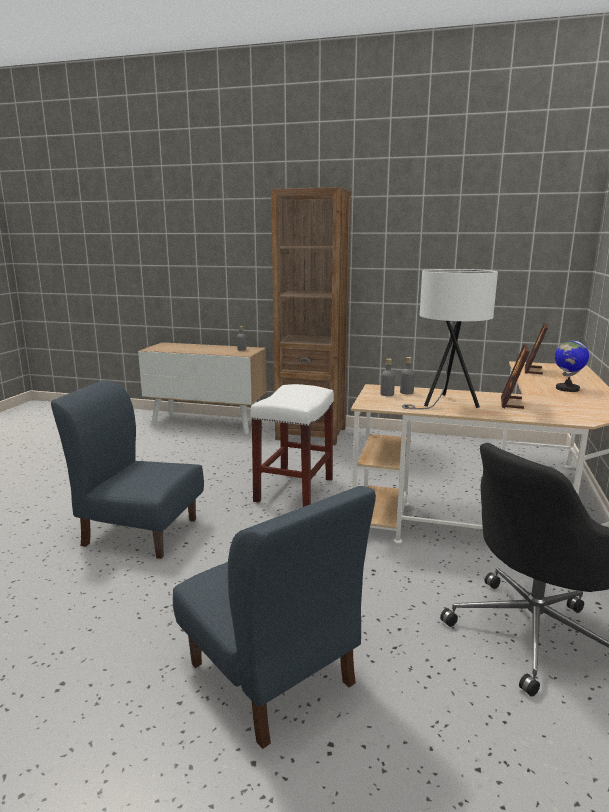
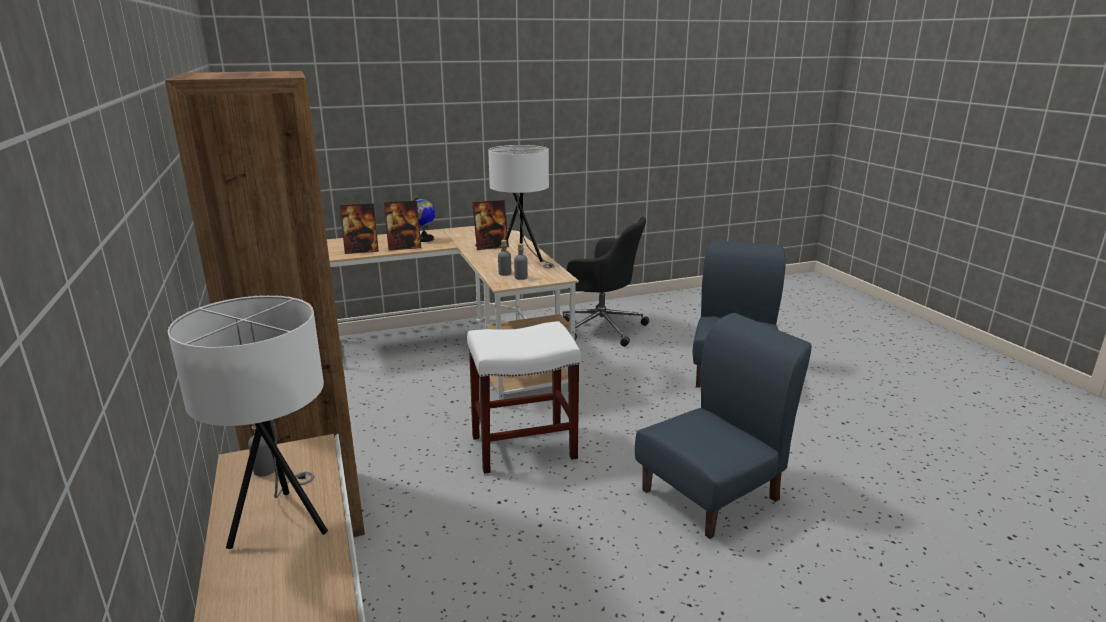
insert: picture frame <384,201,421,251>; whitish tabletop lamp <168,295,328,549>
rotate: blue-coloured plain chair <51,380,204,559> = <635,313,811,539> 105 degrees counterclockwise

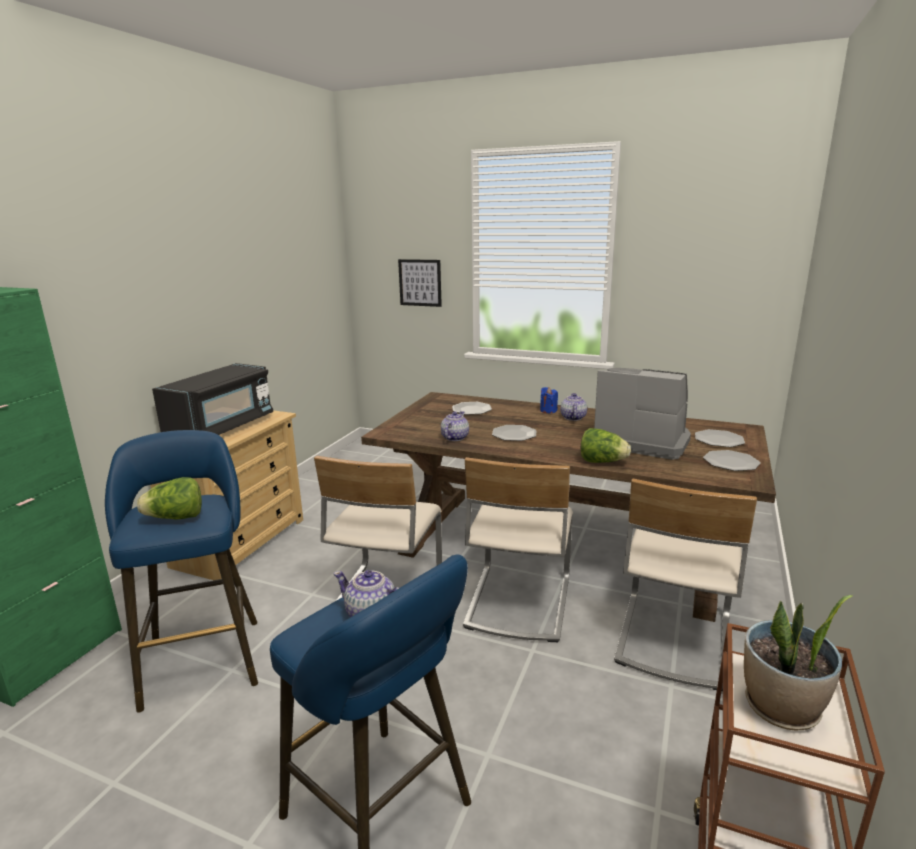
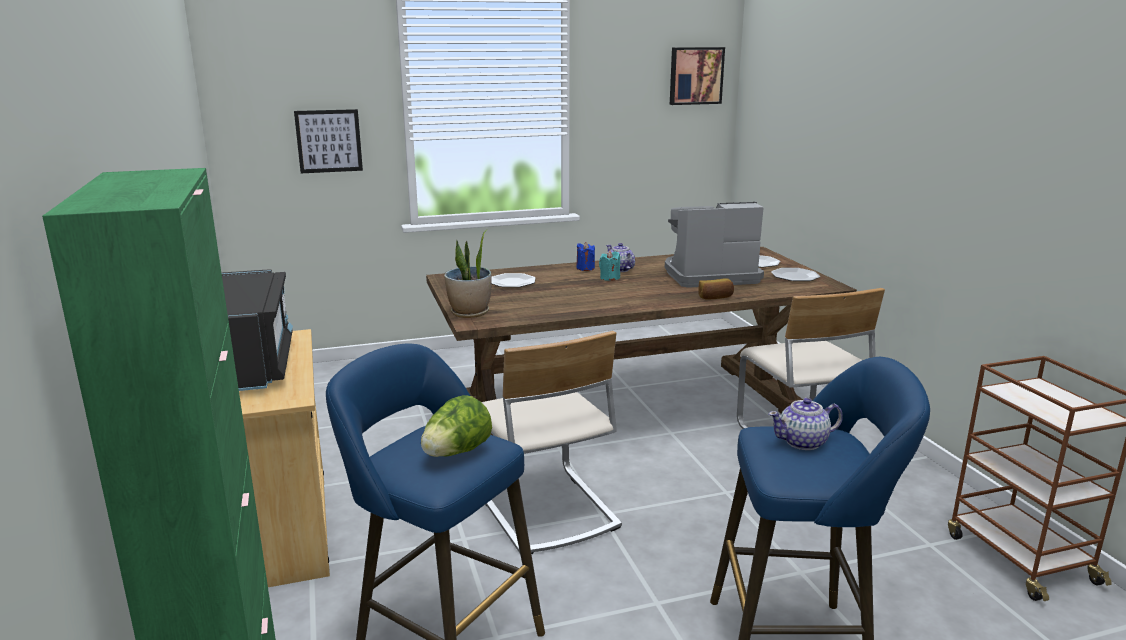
delete: tea pot <441,411,469,441>; flat dish <492,425,537,441>; beige-coloured plain chair <463,457,573,642>
insert: picture <670,47,725,105>; turquoise-coloured candle <599,250,620,281>
move: houseplant <744,595,852,731> to <444,230,492,318>
replace: lettuce <581,428,631,463> to bread <698,278,734,300>

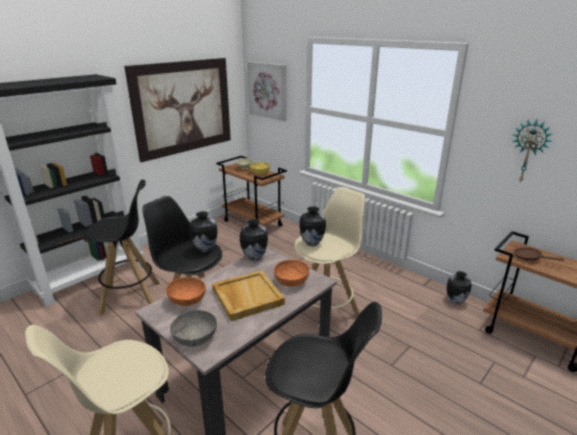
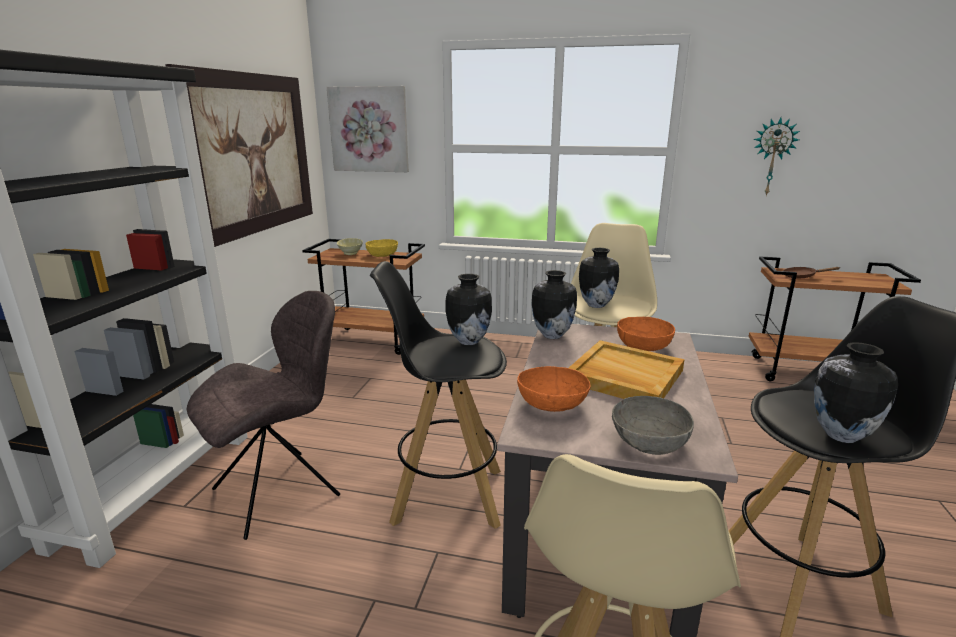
move: flower vase <446,271,472,304> to <814,342,898,443>
replace: black stool <83,180,160,316> to greyish plain chair <187,291,340,540>

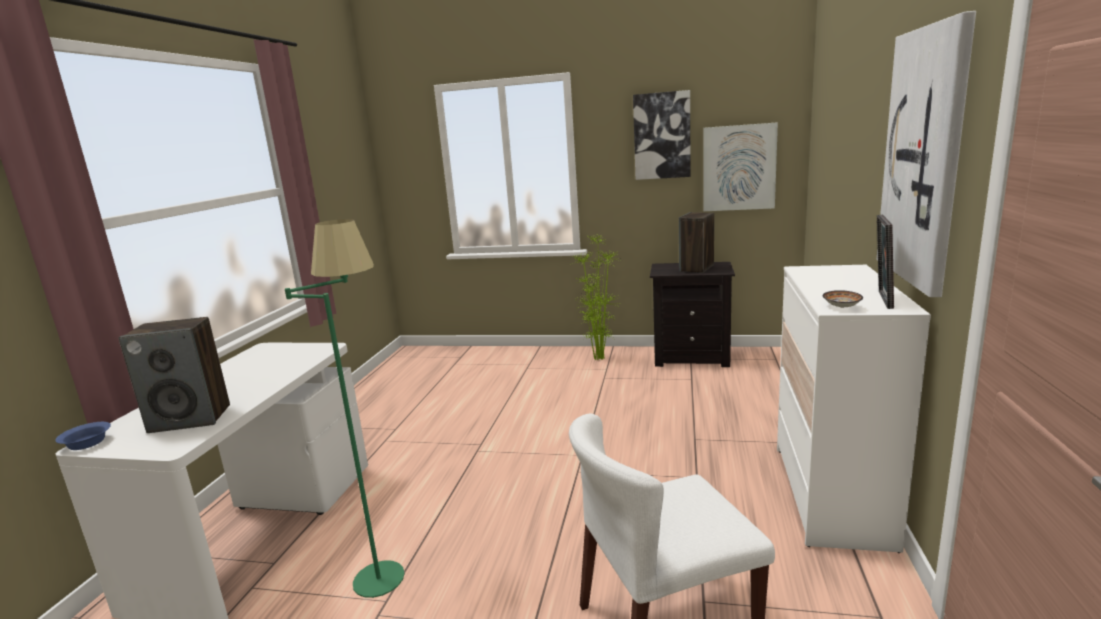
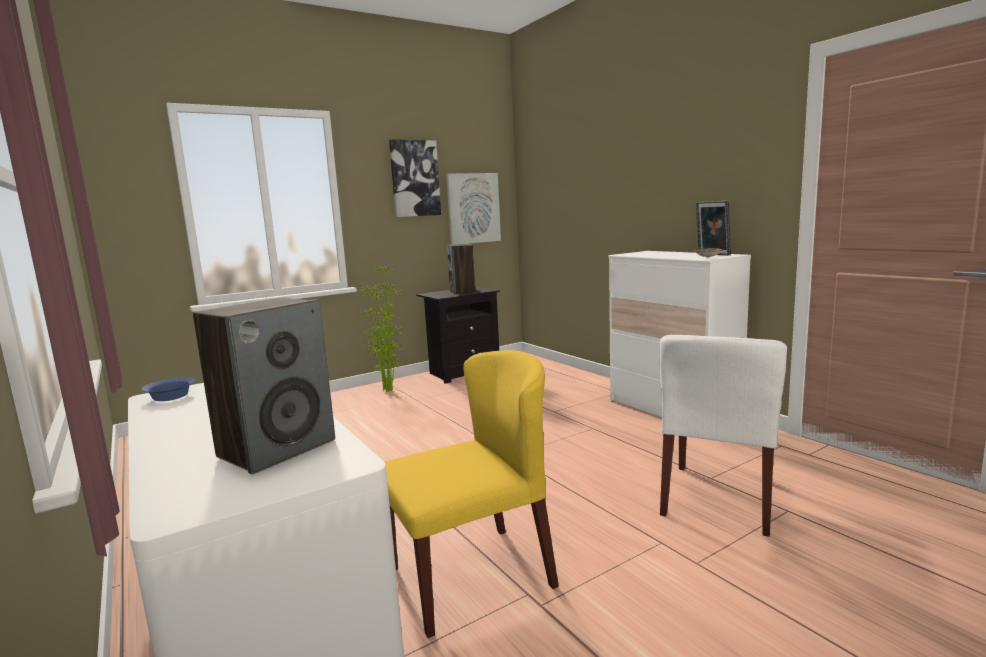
delete: picture <877,11,976,297>
move: blue-coloured bowl <55,422,111,450> to <141,377,195,401>
replace: green-coloured standard lamp <285,219,405,598> to yellowish plain chair <384,350,559,638>

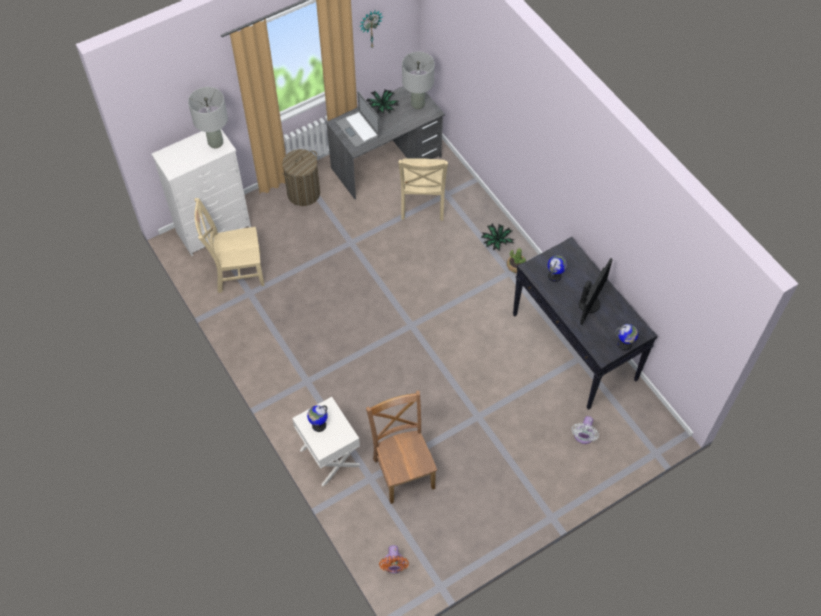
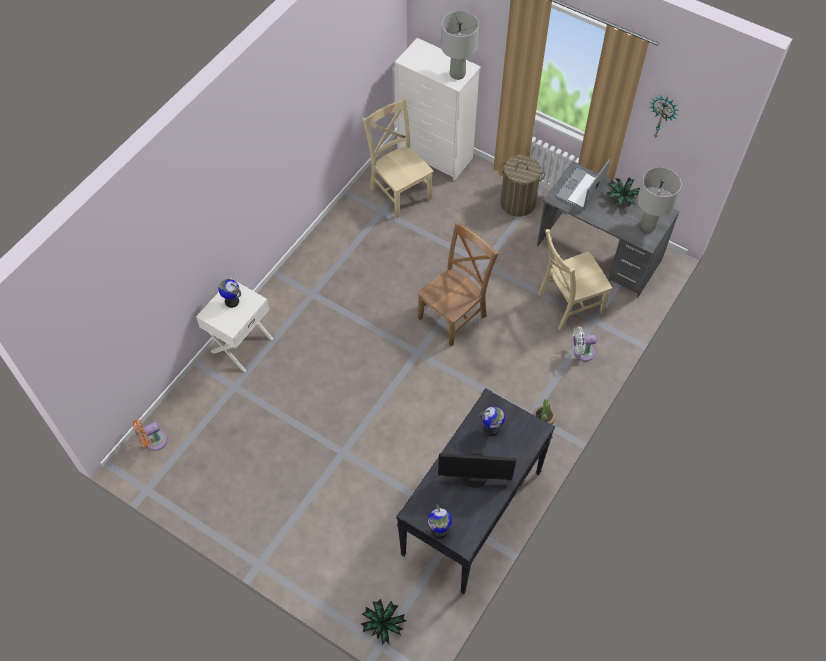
move: houseplant <481,223,515,251> to <361,599,406,645>; brown-coloured plain chair <366,391,437,504> to <417,221,499,347>; whitish cooling fan <571,416,599,444> to <573,326,597,361>

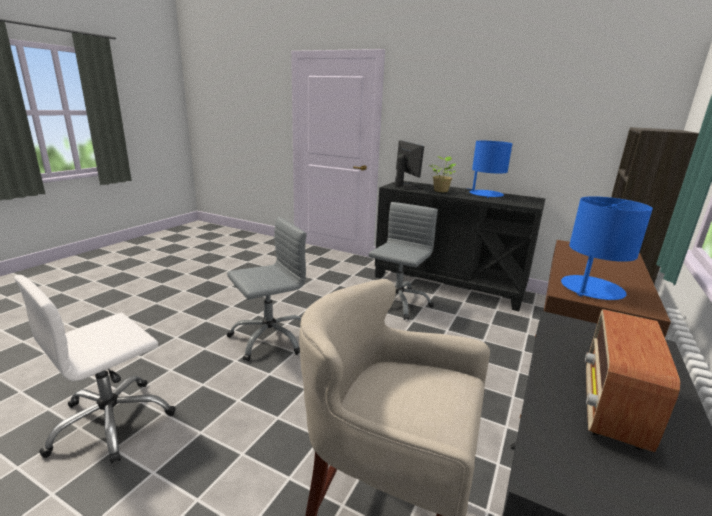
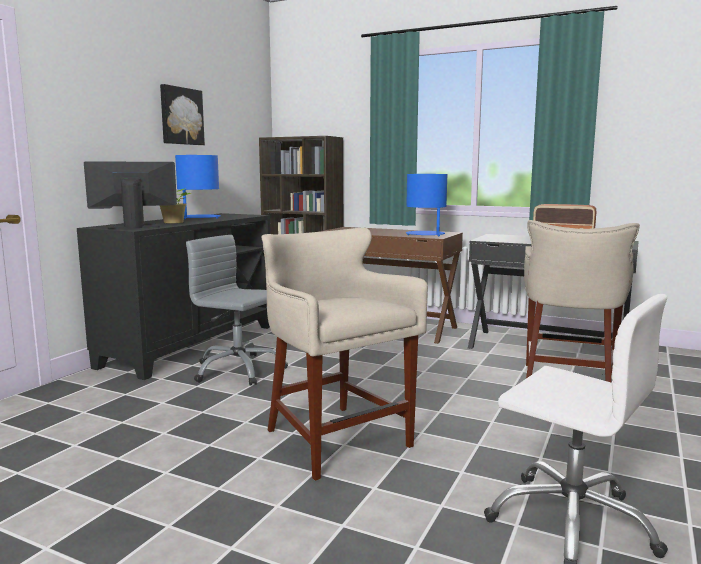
insert: picture <160,84,205,145>
replace: greyish office chair <227,217,307,361> to beige-coloured stool <262,228,428,481>

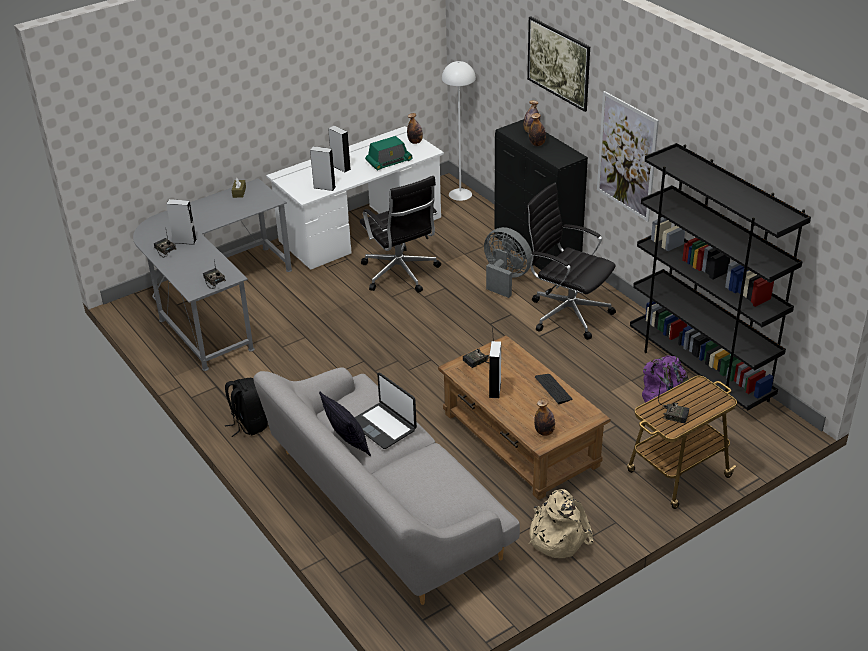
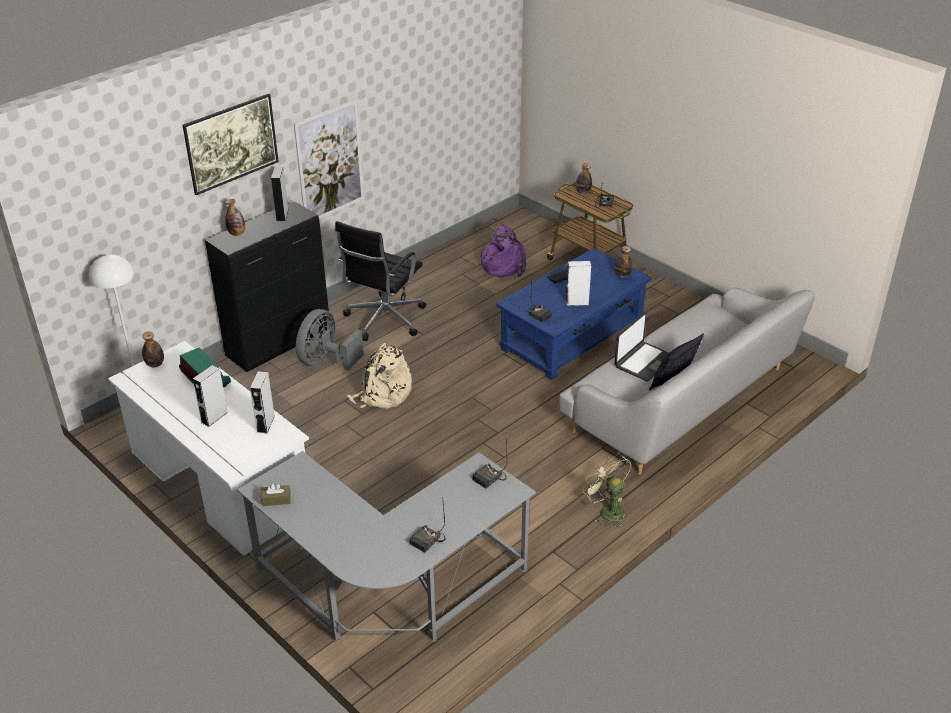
delete: black bookcase <630,143,811,411>; black office chair <360,176,441,293>
move: bottle <529,113,546,146> to <576,163,592,194>; greyish loudspeaker <166,199,197,245> to <271,167,289,221>; beige-coloured backpack <528,489,593,558> to <347,343,412,409>
replace: black backpack <225,378,268,437> to green-coloured cooling fan <583,453,631,528>
recolor: brown-coloured low table <438,335,610,500> to blue-coloured low table <496,248,652,380>

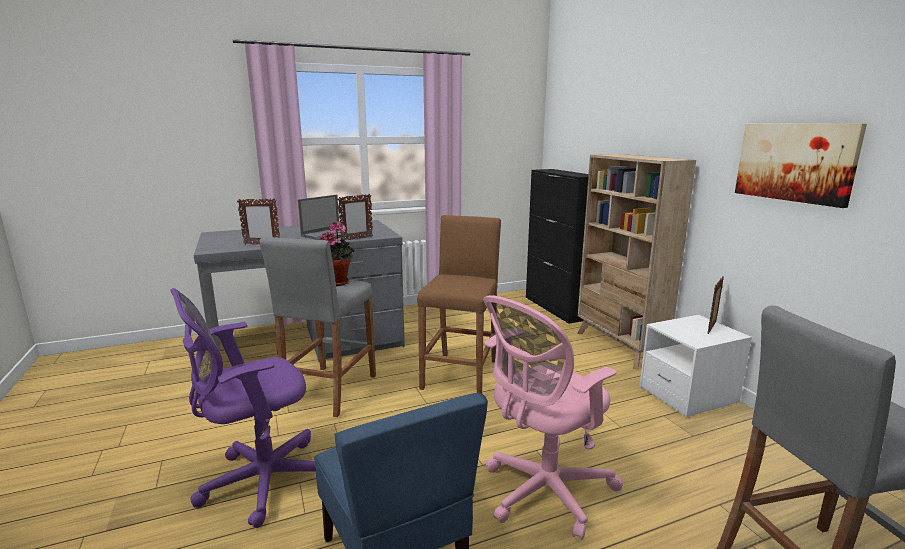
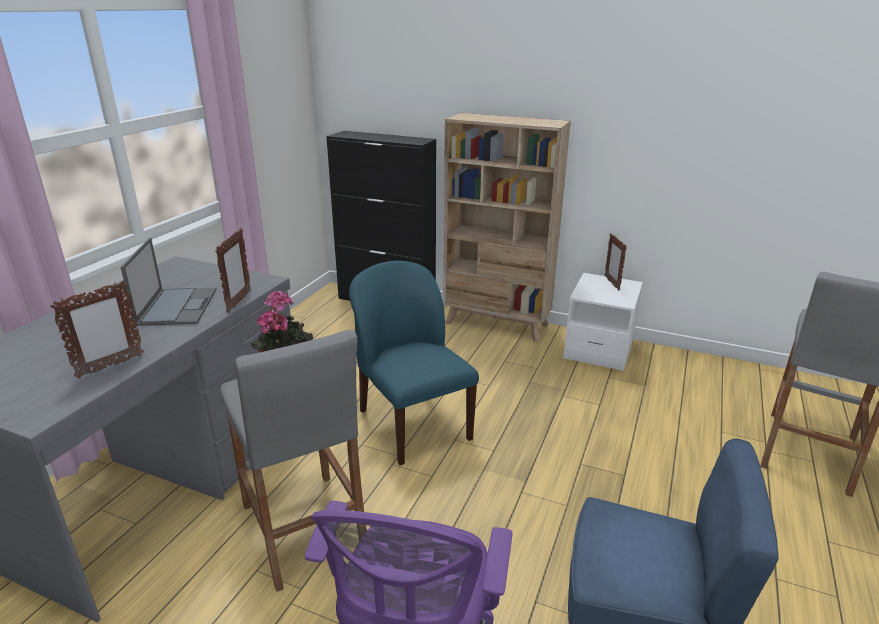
delete: picture <735,124,867,208>; pink office chair <483,295,623,540>
replace: brown-coloured stool <418,215,501,393> to blue-coloured plain chair <349,261,479,465>

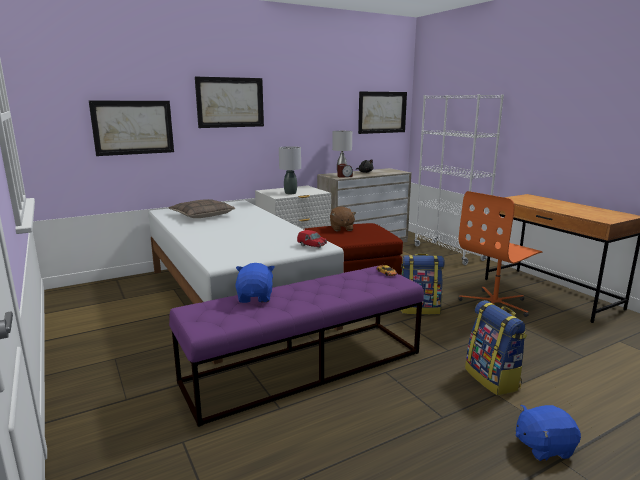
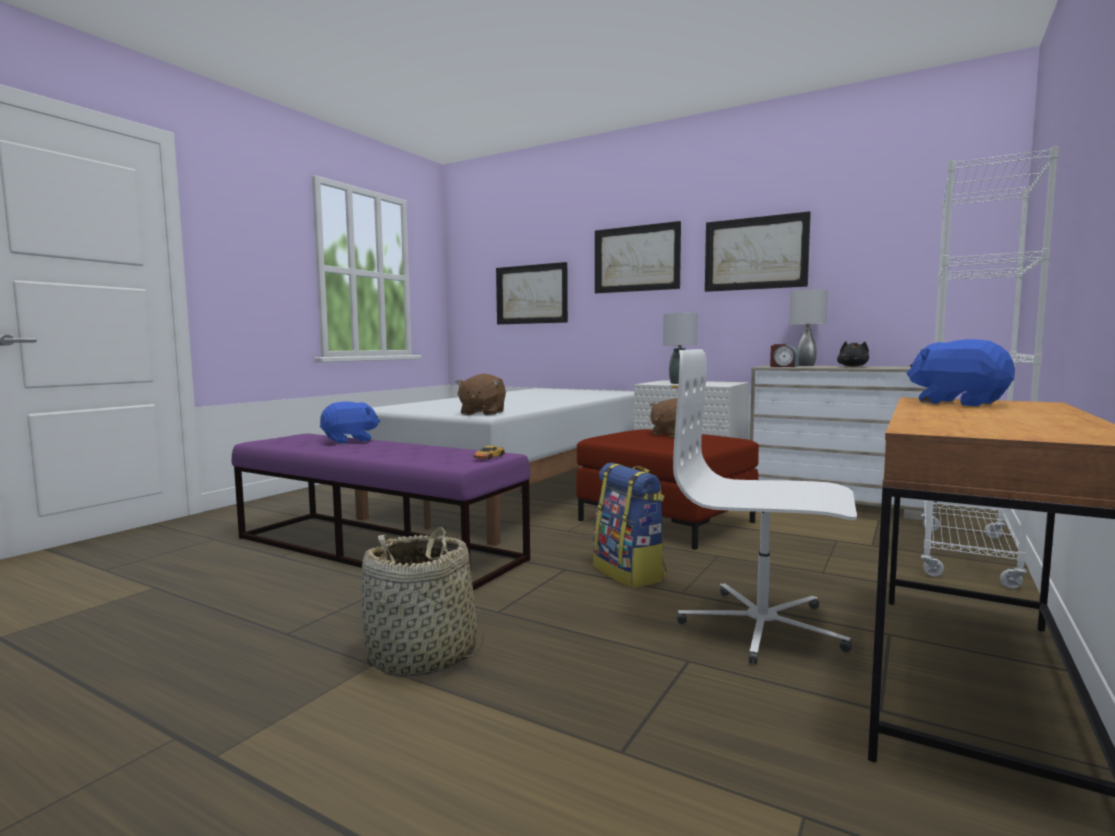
delete: pillow <168,199,235,218>
move: picture <358,91,407,134> to <705,211,811,292>; blue-coloured cuddly toy <516,405,581,461> to <907,339,1015,406>
replace: red toy car <297,230,327,248> to brown-coloured cuddly toy <455,374,506,415>; backpack <465,300,527,396> to storage basket <361,527,484,678>
recolor: orange-coloured office chair <458,191,543,317> to whitish office chair <673,349,857,664>

